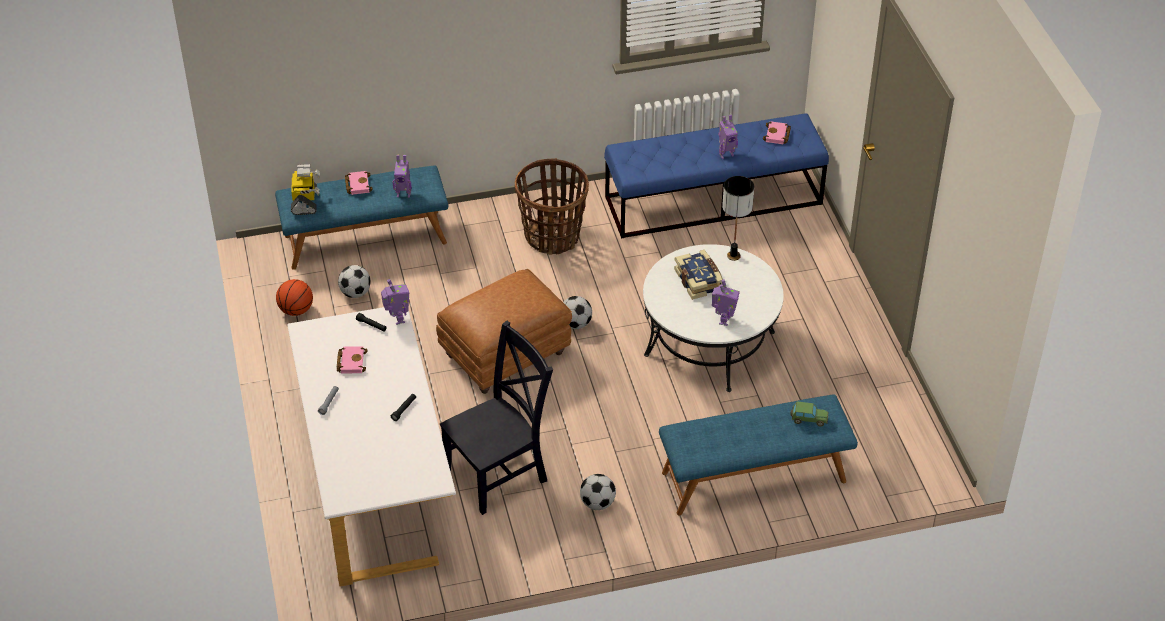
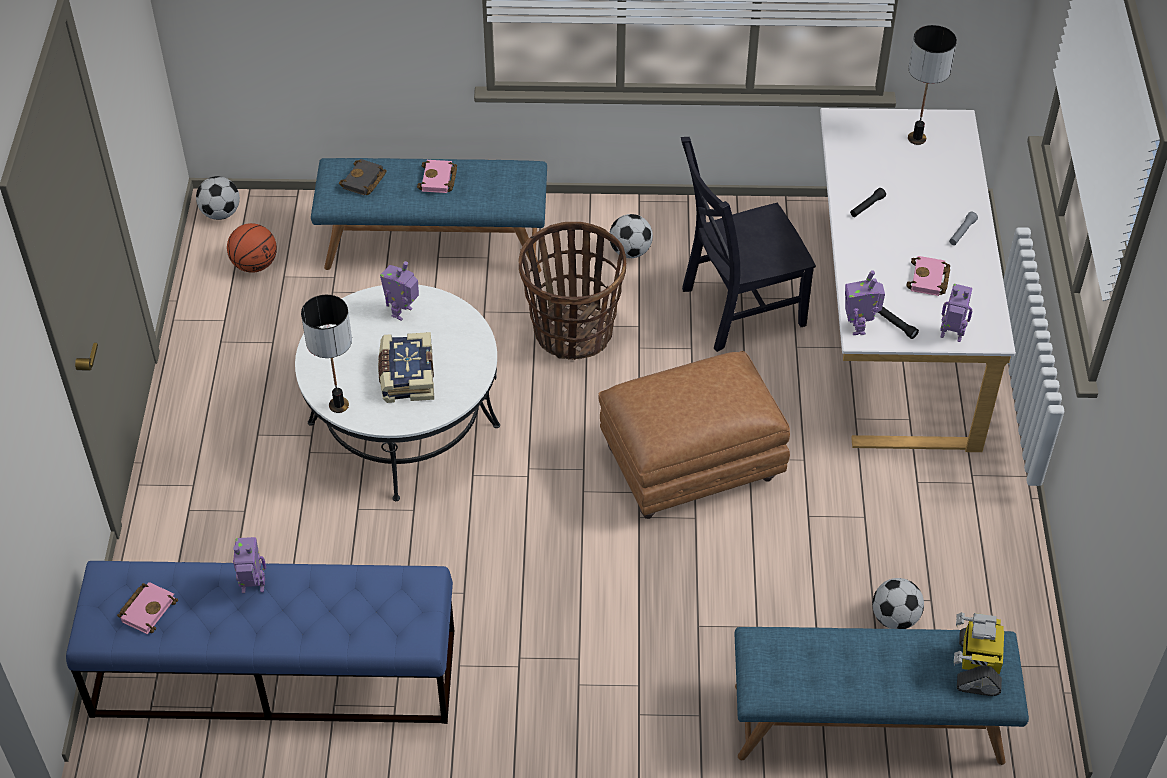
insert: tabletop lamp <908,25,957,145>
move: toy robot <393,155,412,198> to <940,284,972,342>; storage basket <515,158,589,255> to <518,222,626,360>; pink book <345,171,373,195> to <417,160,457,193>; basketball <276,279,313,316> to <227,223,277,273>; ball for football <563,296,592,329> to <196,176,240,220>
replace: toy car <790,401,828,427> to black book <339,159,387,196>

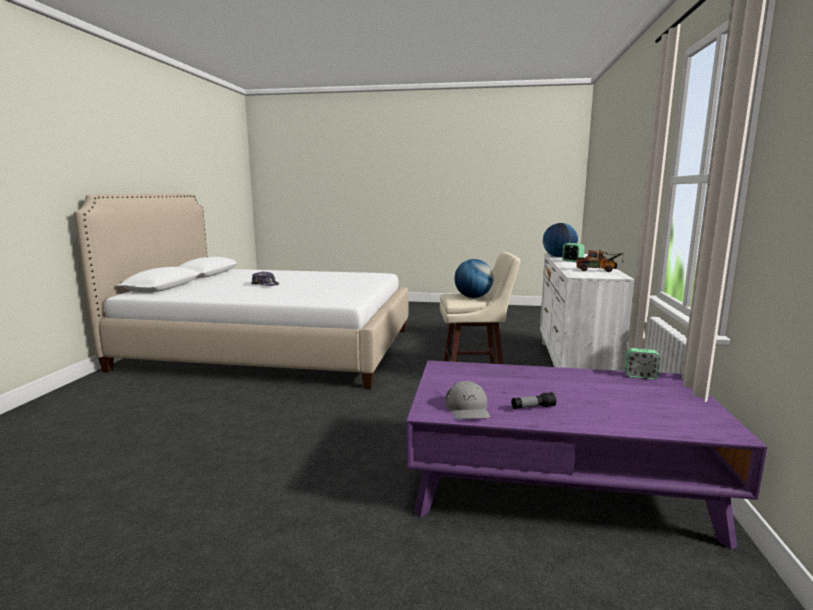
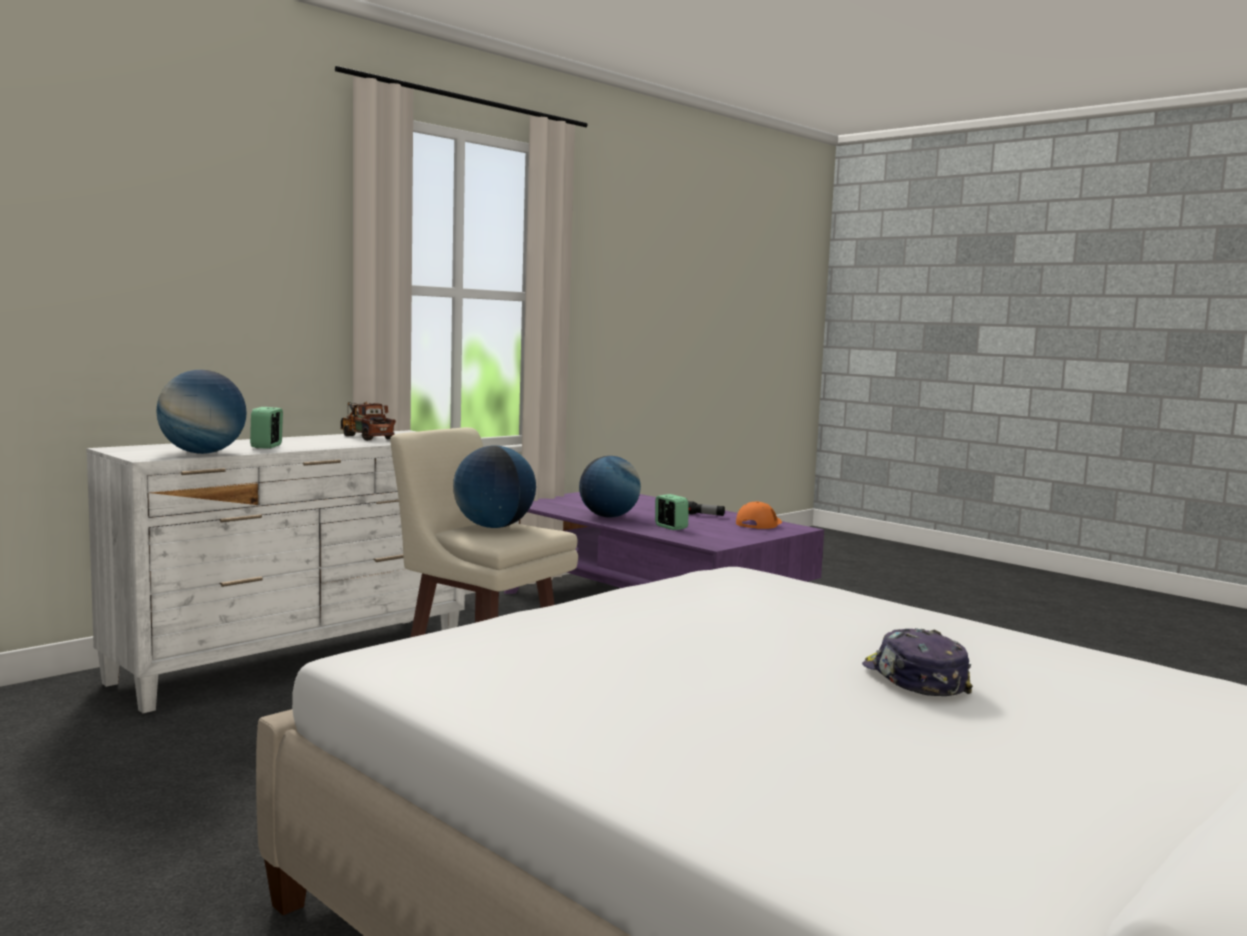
insert: desk globe <579,456,641,518>
move: alarm clock <625,348,660,379> to <655,494,689,530>
recolor: greyish baseball cap <445,381,490,419> to orange-coloured baseball cap <736,502,782,529>

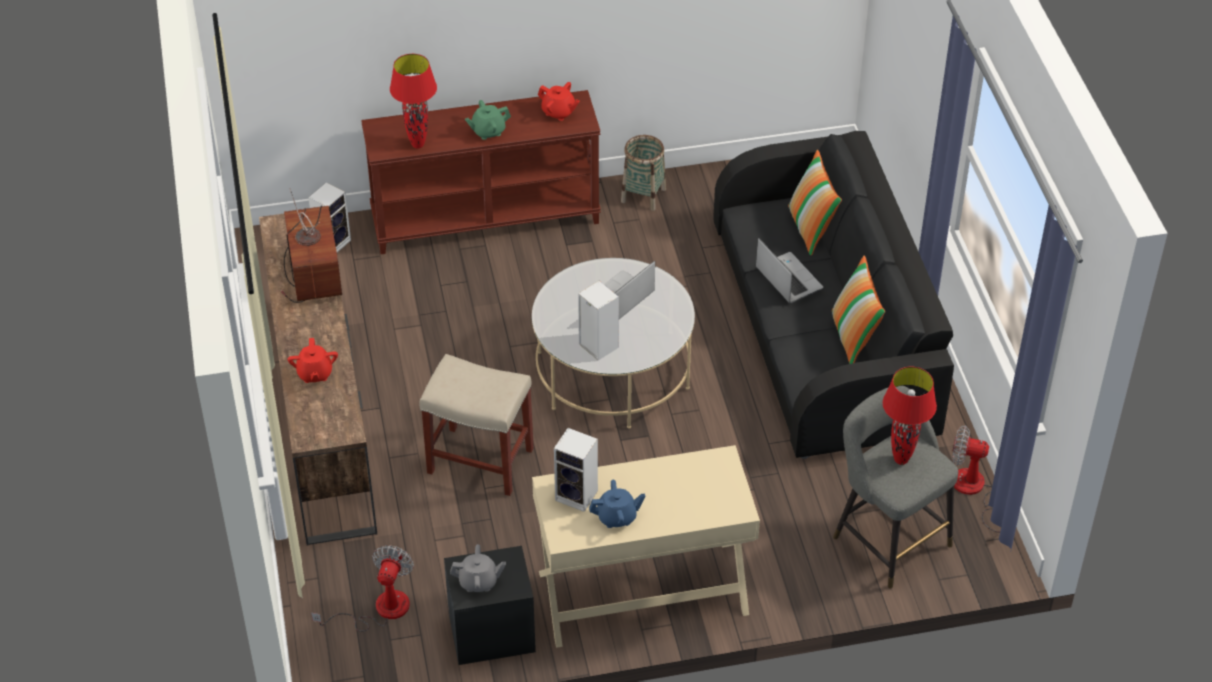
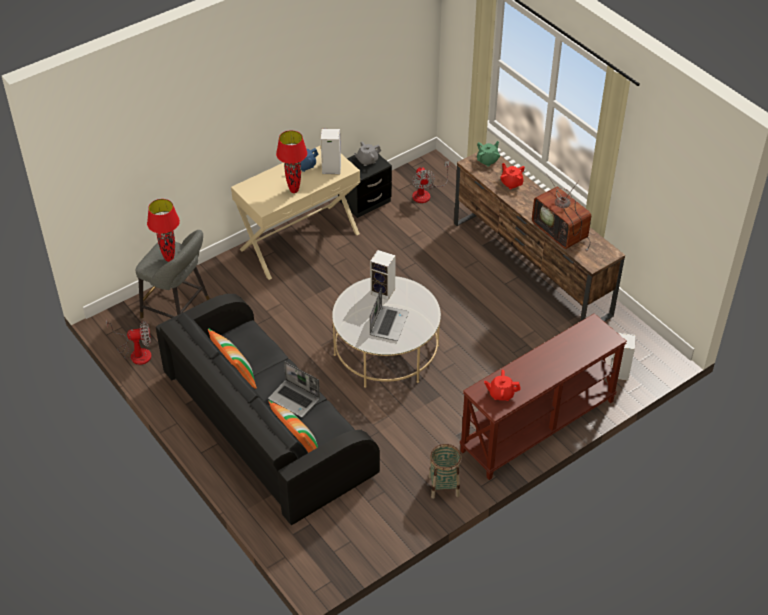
delete: beige-coloured stool <419,354,534,496>
move: red tabletop lamp <390,54,437,148> to <276,130,307,193>; green-coloured tea pot <465,100,511,140> to <477,141,500,167>

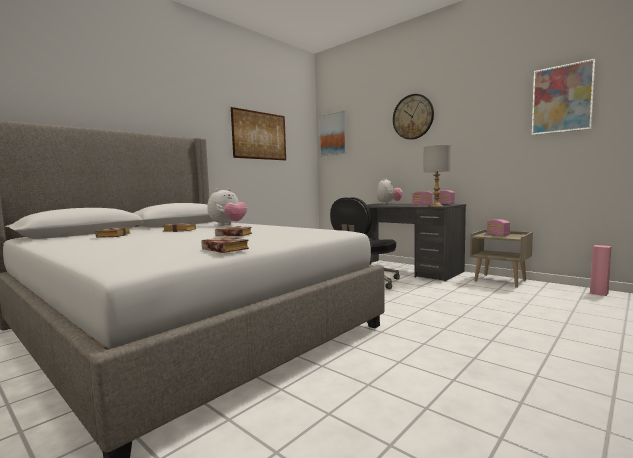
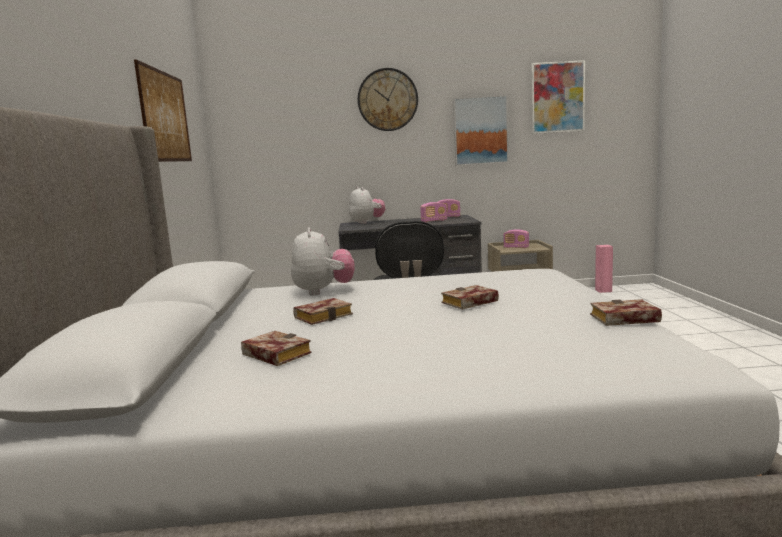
delete: greyish tabletop lamp <424,144,451,207>
move: picture <319,110,347,156> to <453,95,509,166>

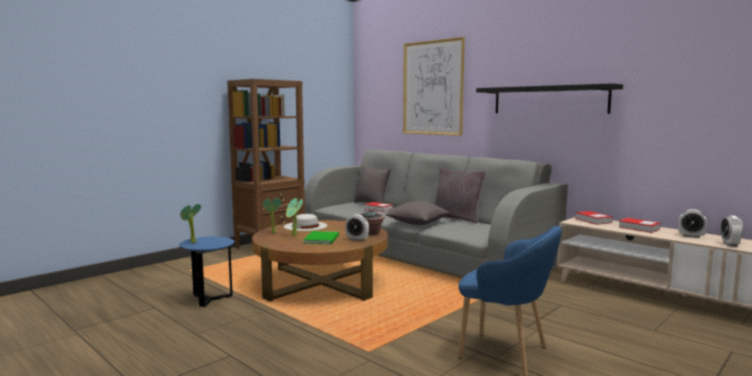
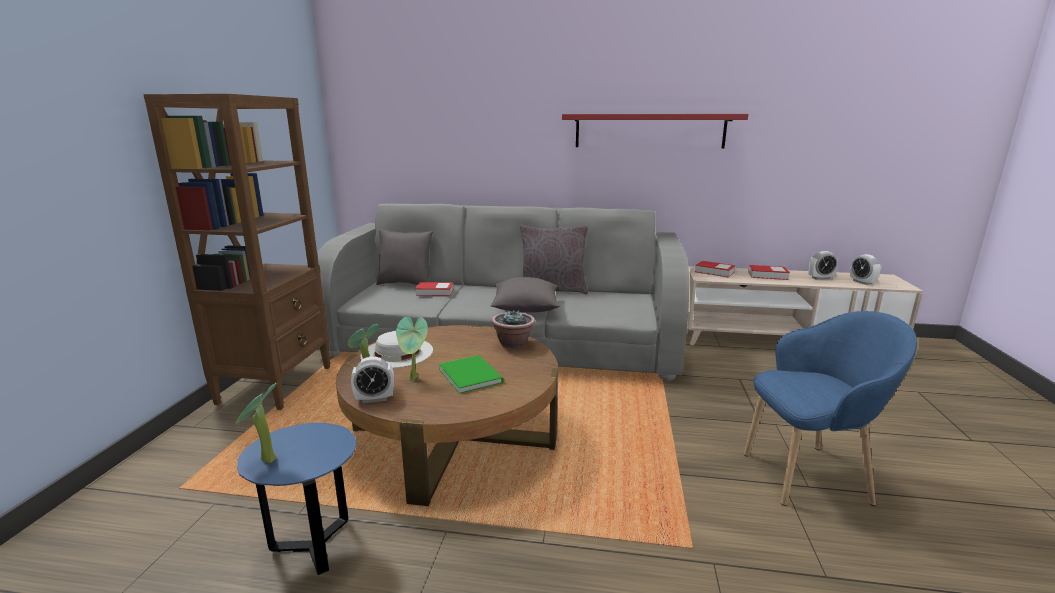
delete: picture <403,37,465,136>
move: alarm clock <345,214,369,241> to <351,357,394,403>
recolor: black wall shelf <476,83,623,114> to red wall shelf <562,114,748,148>

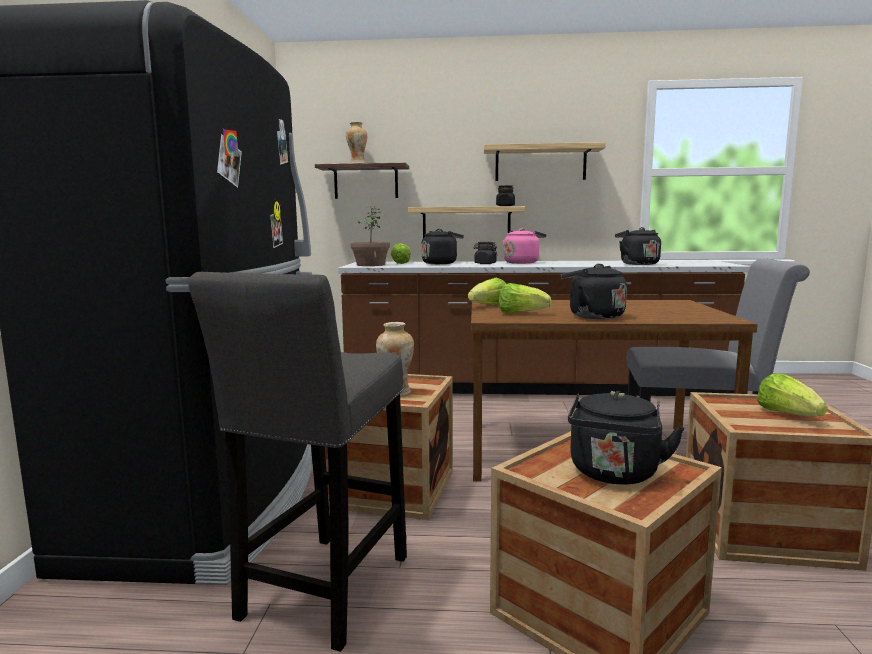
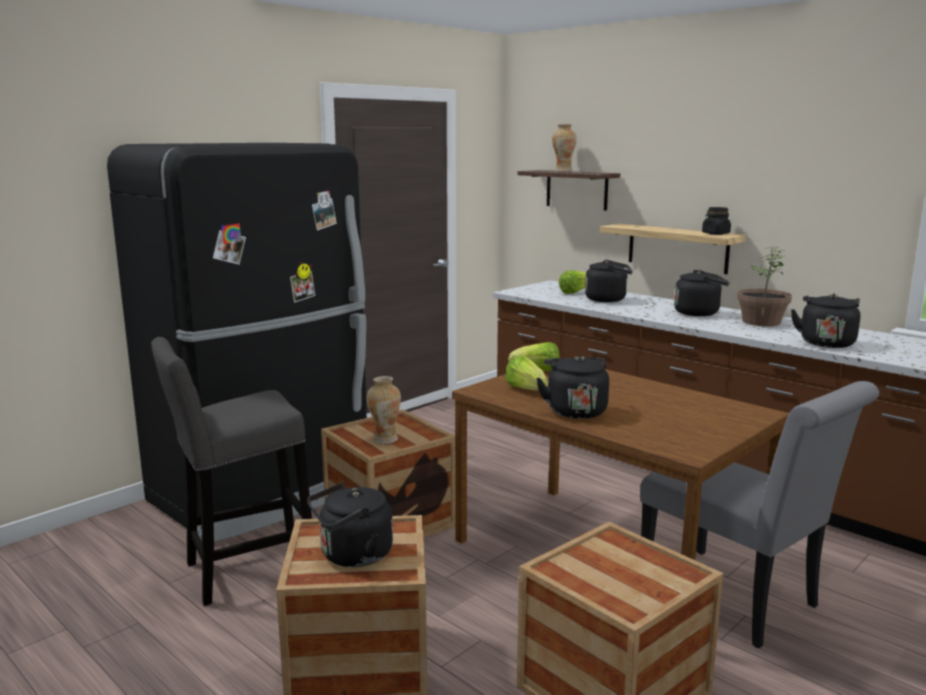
delete: wall shelf <484,142,606,181>; black jar <473,242,497,264>; lettuce <757,373,827,417>
move: houseplant <350,206,390,266> to <737,247,792,326>
recolor: pink kettle <503,228,546,264> to black kettle <674,270,730,316>

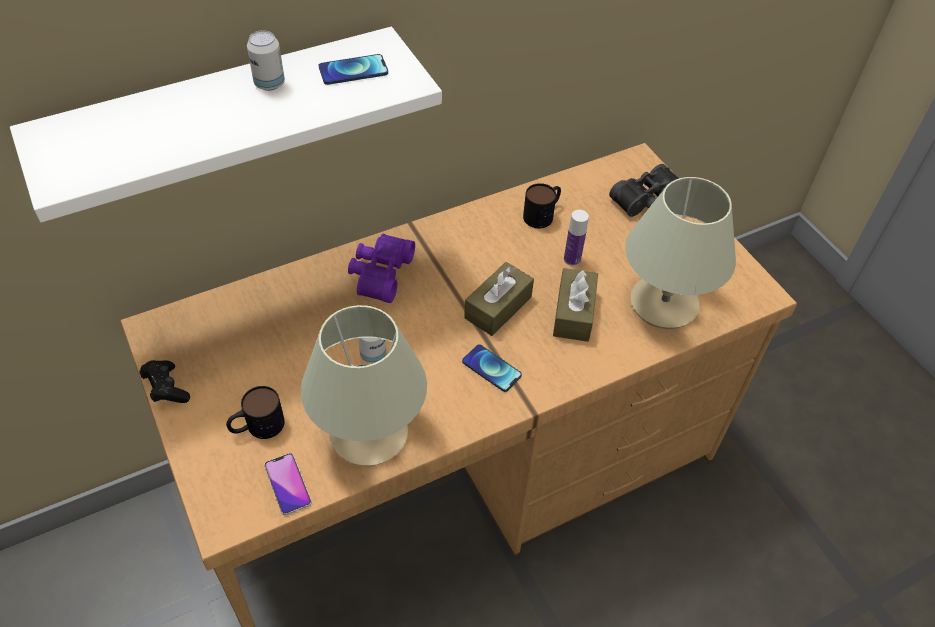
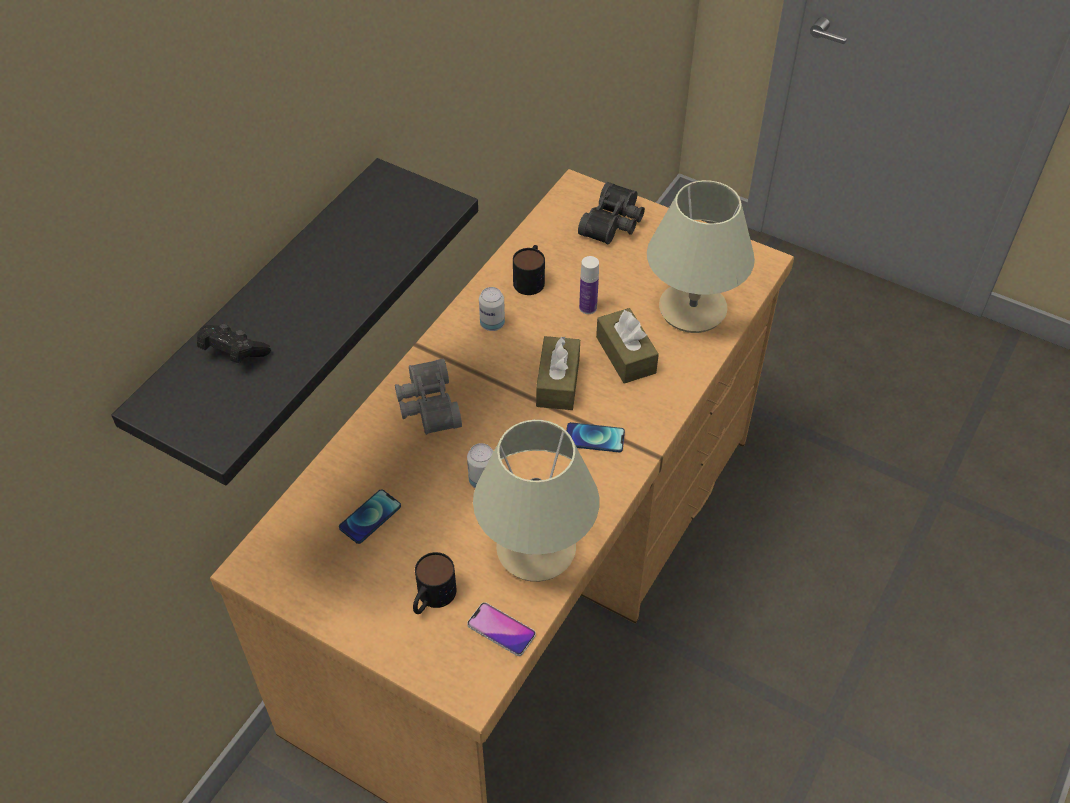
move: can <247,30,285,91> to <479,287,505,331>; handset <319,54,388,85> to <339,489,401,544>; black gamepad <140,360,190,403> to <197,324,271,363>
recolor: whitish wall shelf <10,27,442,223> to black wall shelf <111,158,478,486>; purplish pair of binoculars <348,234,415,303> to greyish pair of binoculars <395,359,462,435>

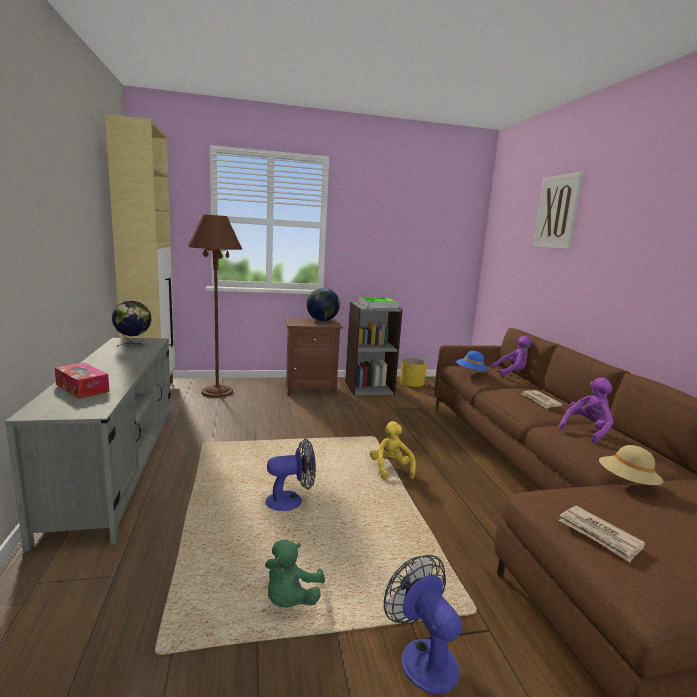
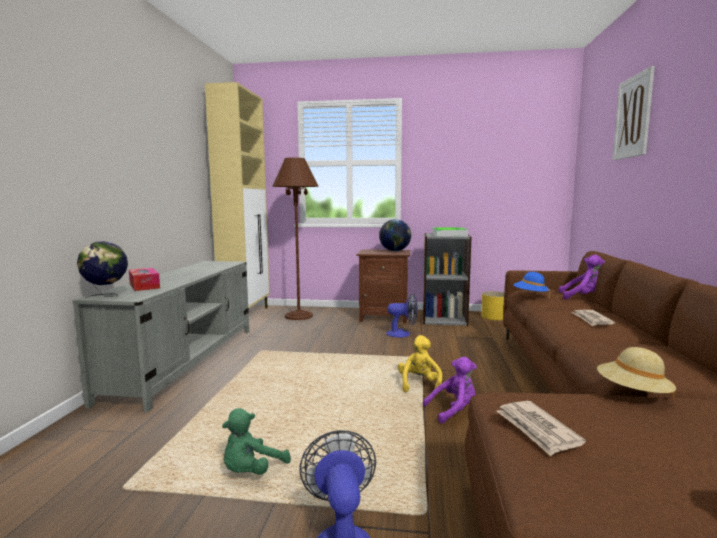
move: desk globe <112,301,151,347> to <77,241,128,298>; purplish cuddly toy <559,377,613,443> to <423,357,477,424>; cooling fan <265,438,316,511> to <386,293,418,338>

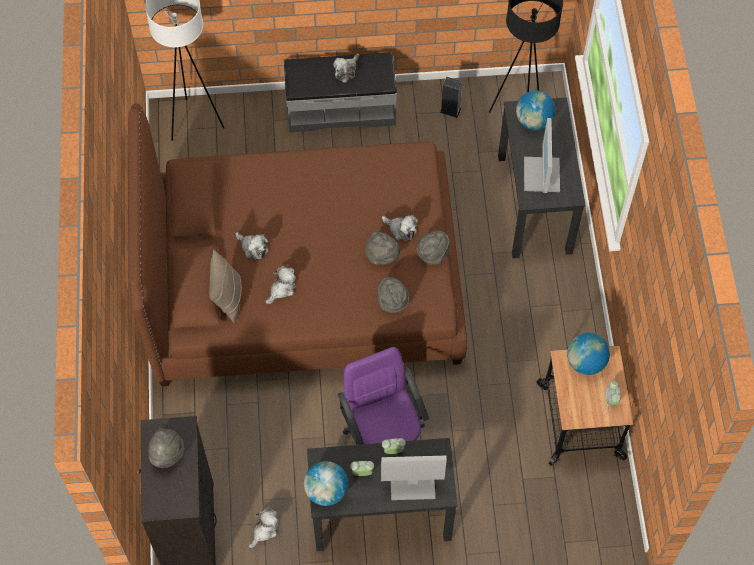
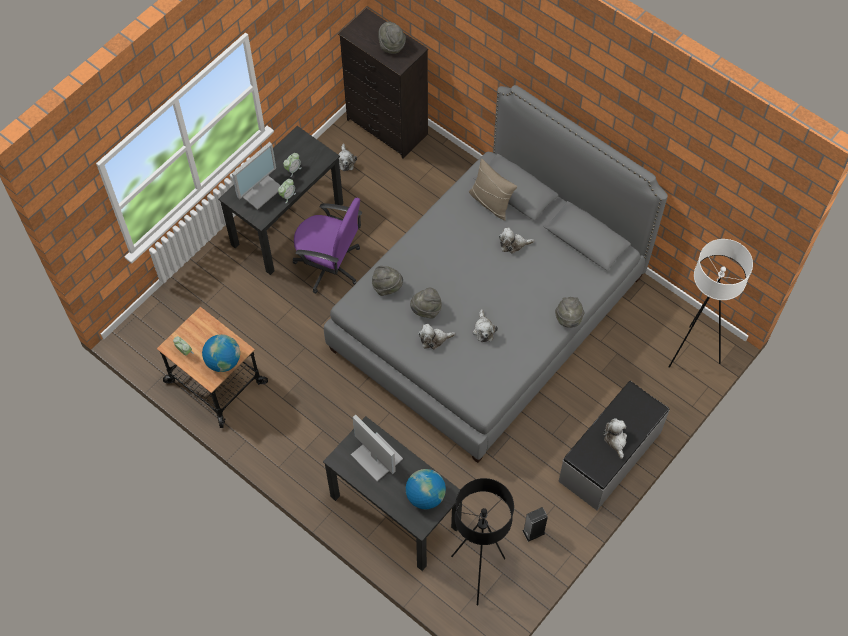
delete: desk globe <304,461,348,506>
move: greyish wearable hat <417,230,451,265> to <555,297,585,328>; cuddly toy <265,266,296,304> to <473,309,498,342>
recolor: brown-coloured bed <128,103,468,386> to greyish bed <324,85,668,463>

